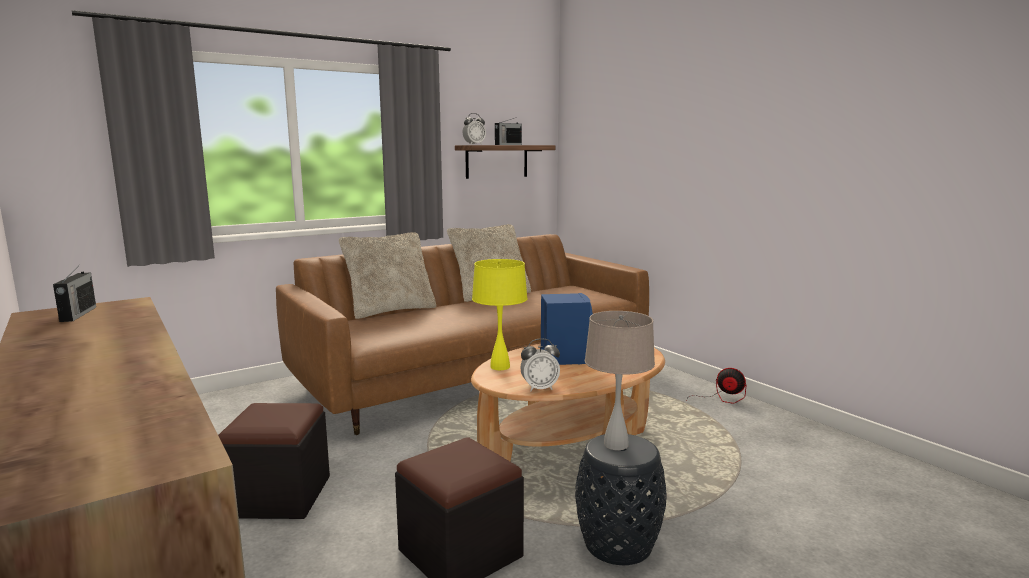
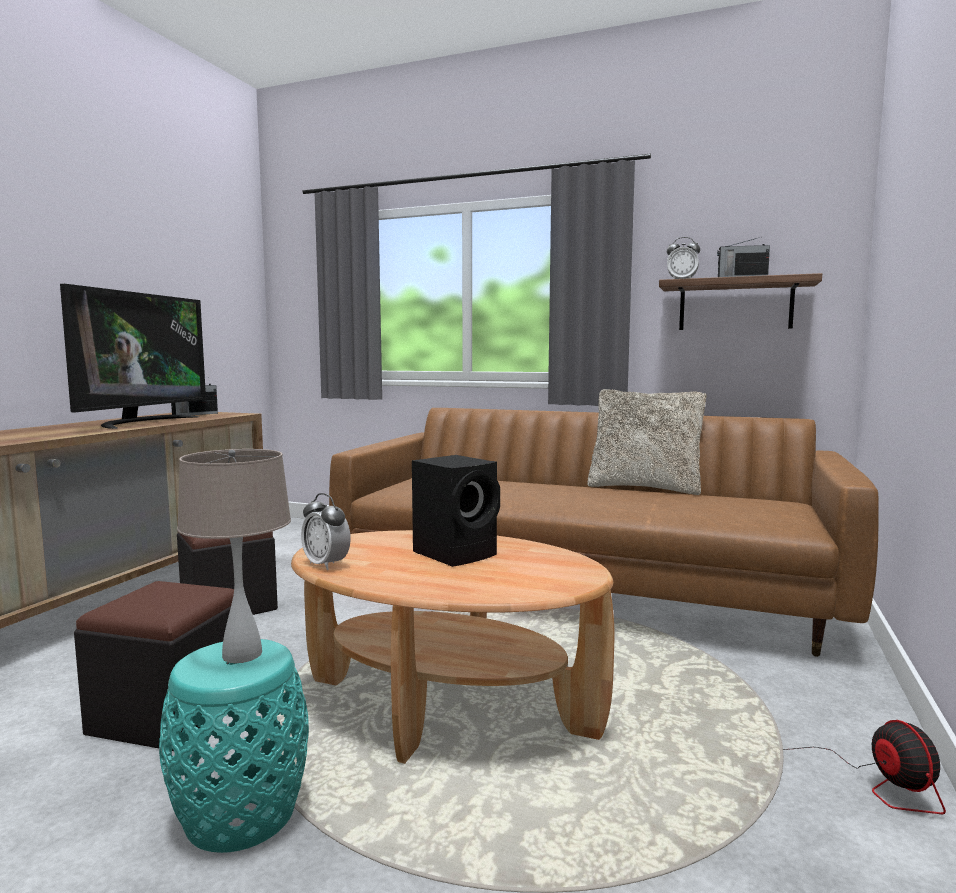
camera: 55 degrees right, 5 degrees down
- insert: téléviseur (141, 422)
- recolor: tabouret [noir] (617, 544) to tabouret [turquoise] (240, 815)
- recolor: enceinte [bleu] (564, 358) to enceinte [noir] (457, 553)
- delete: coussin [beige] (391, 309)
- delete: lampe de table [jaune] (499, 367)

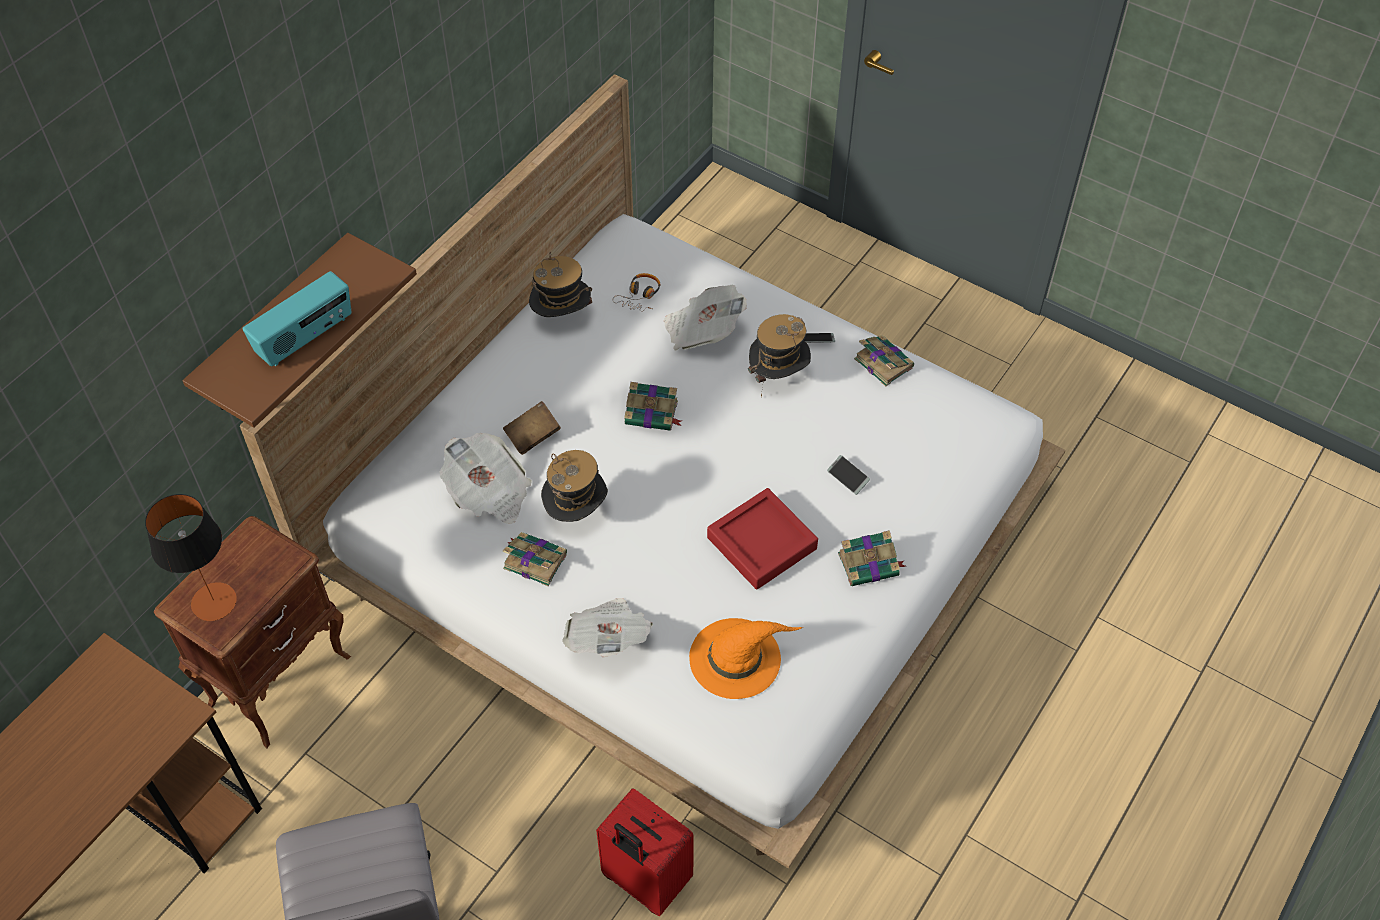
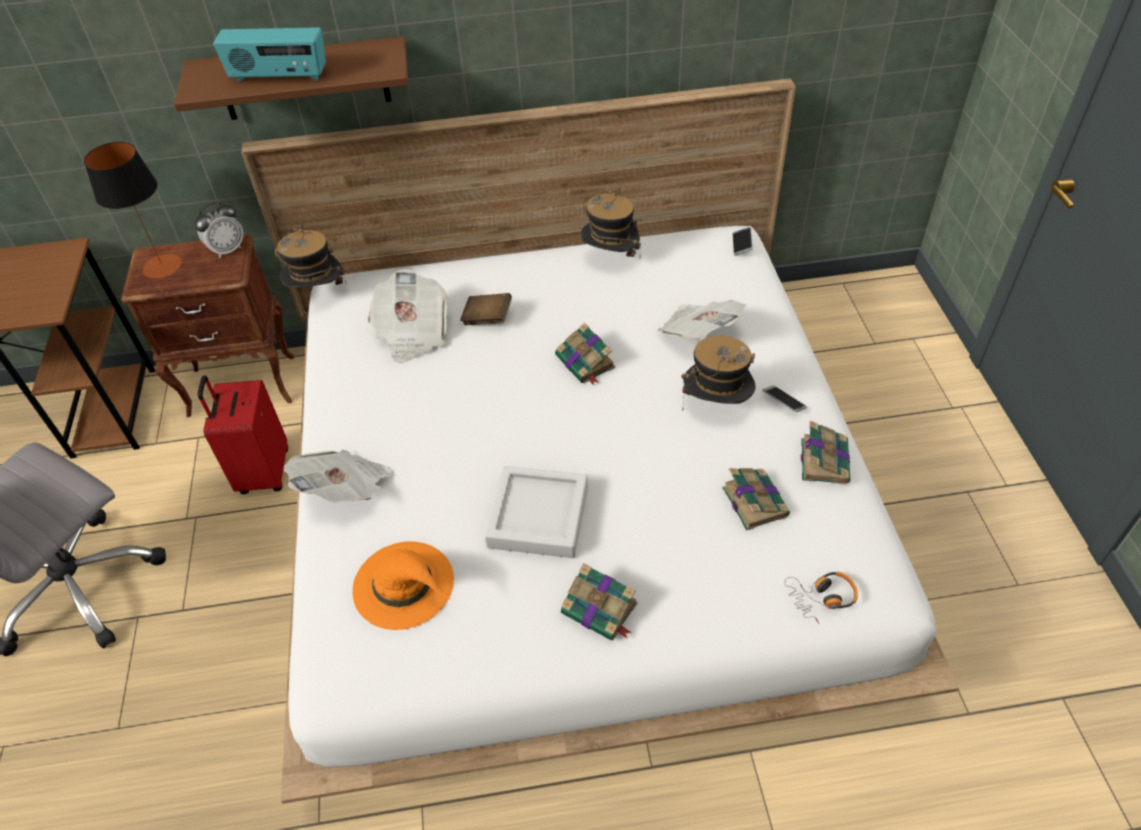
camera: 50 degrees right, 5 degrees down
- insert: réveil (227, 250)
- move: valise [rouge] (644, 880) to (263, 472)
- move: chapeau (576, 513) to (318, 295)
- recolor: plateau [rouge] (761, 543) to plateau [gris] (538, 517)
- move: livre (534, 560) to (754, 501)
- move: téléphone (848, 477) to (741, 244)
- move: casque audio (640, 296) to (822, 598)

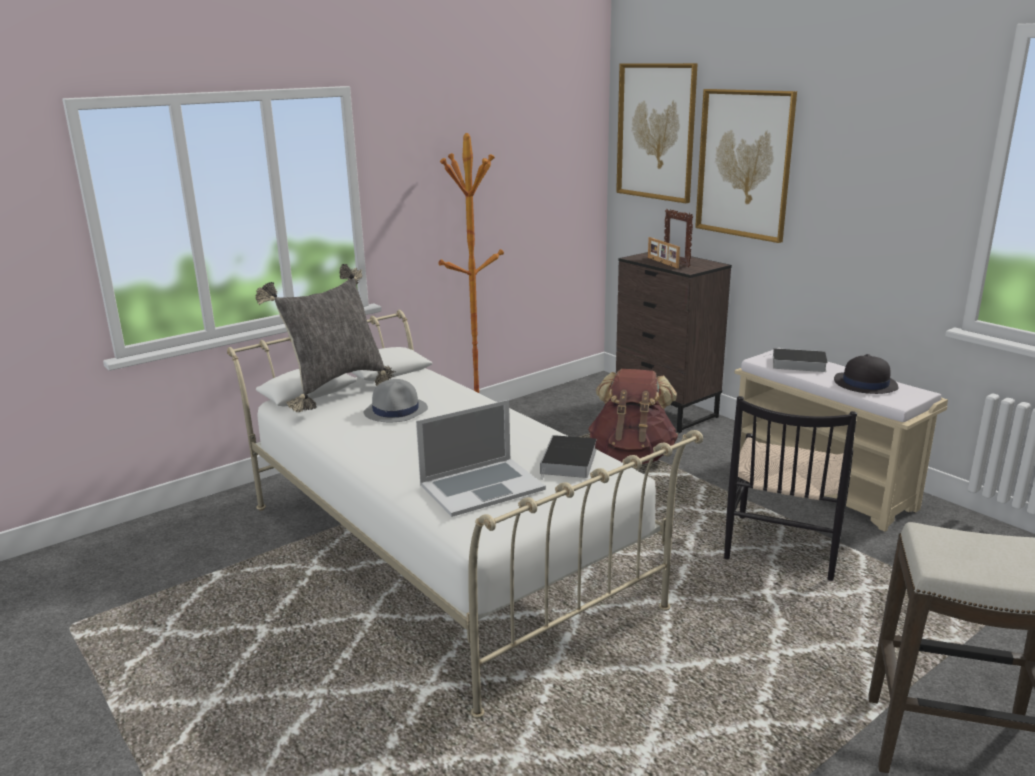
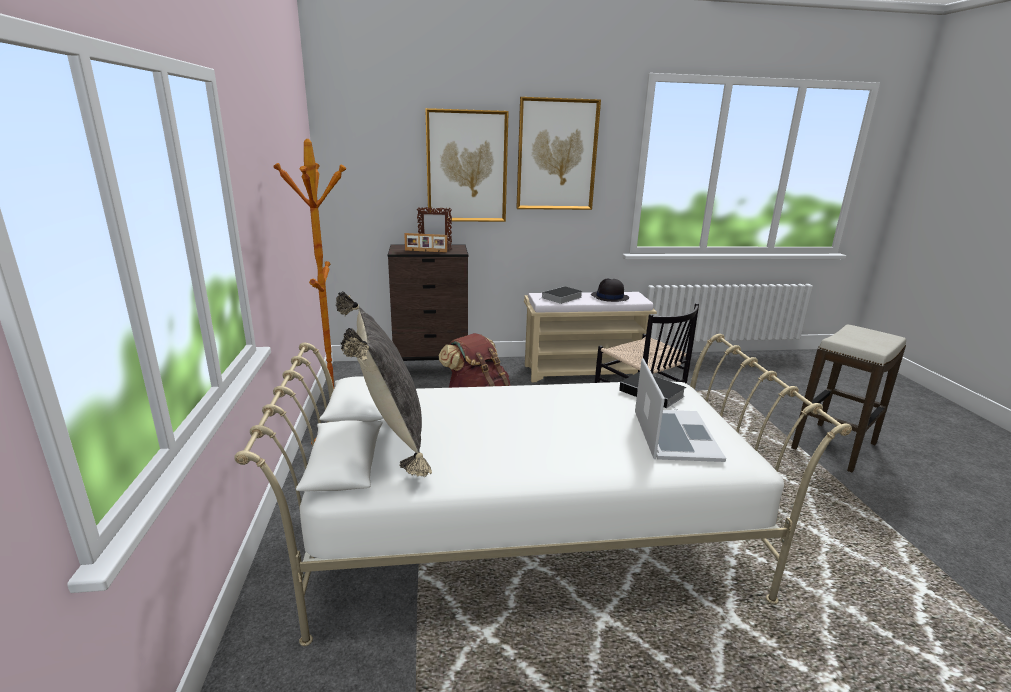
camera: 60 degrees left, 0 degrees up
- move: tableau (656, 132) to (556, 155)
- delete: chapeau [gris] (396, 411)

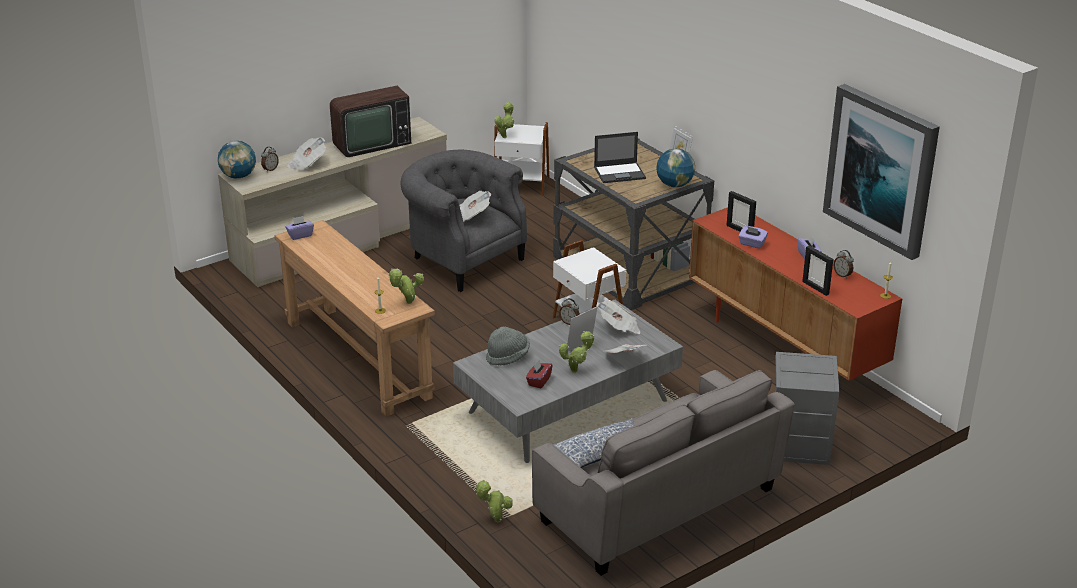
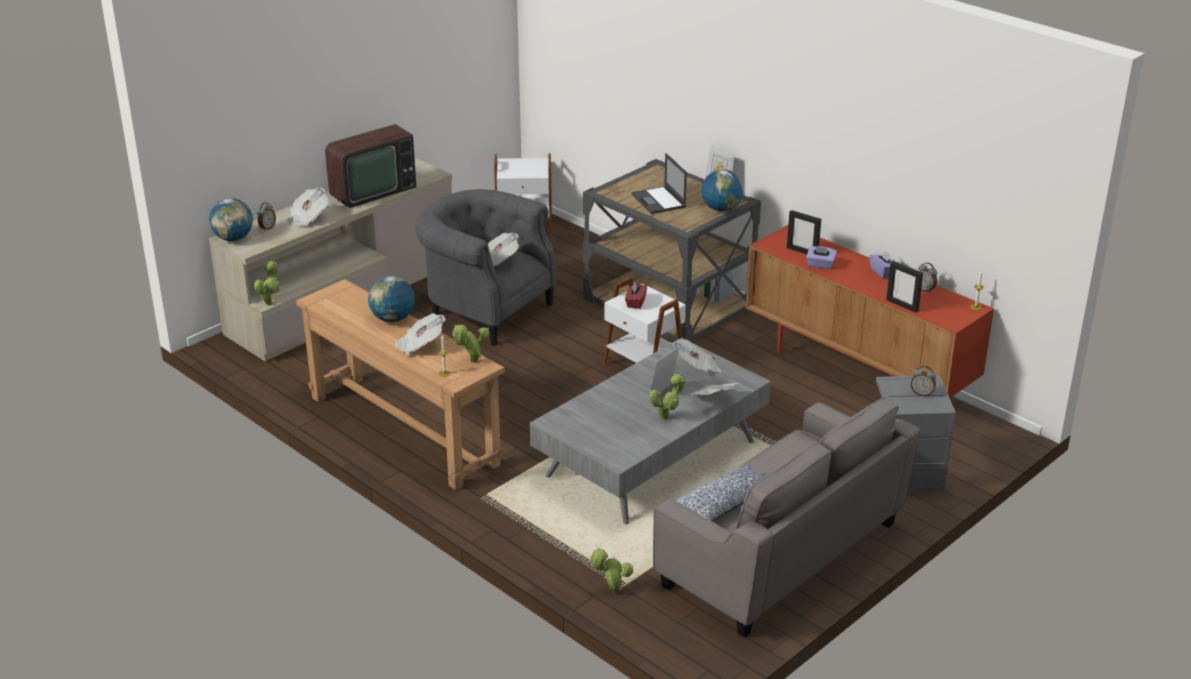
camera: 10 degrees left, 0 degrees up
- move: plante en pot (505, 136) to (270, 303)
- insert: globe (393, 319)
- insert: journal (420, 345)
- move: boîte à mouchoirs [rouge] (539, 381) to (635, 303)
- rotate: ordinateur portable (620, 173) = (659, 201) 90 degrees clockwise
- move: réveil (569, 323) to (922, 394)
- delete: boîte à mouchoirs [violet] (300, 235)
- delete: chapeau [gris] (508, 357)
- delete: tableau (881, 170)

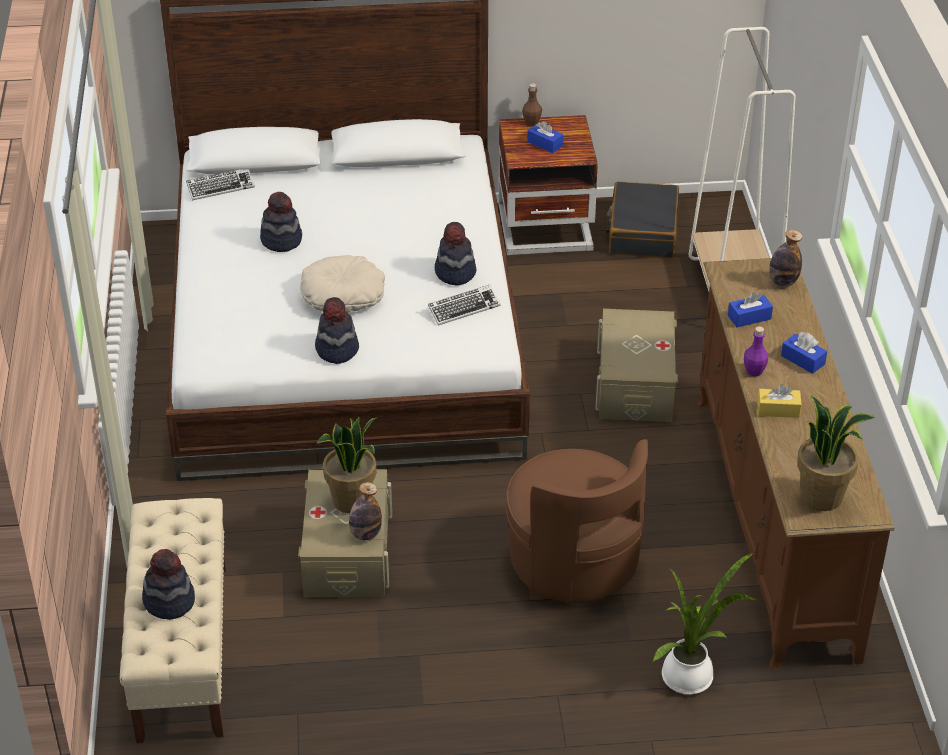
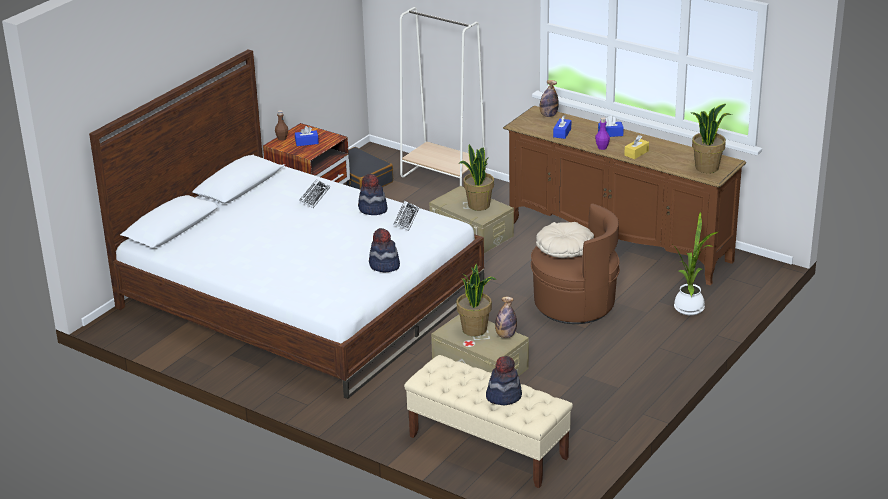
camera: 50 degrees left, 10 degrees down
- move: clavier (220, 187) to (314, 196)
- insert: plante en pot (478, 205)
- move: coussin [beige] (343, 294) to (563, 248)
- delete: chapeau (281, 240)

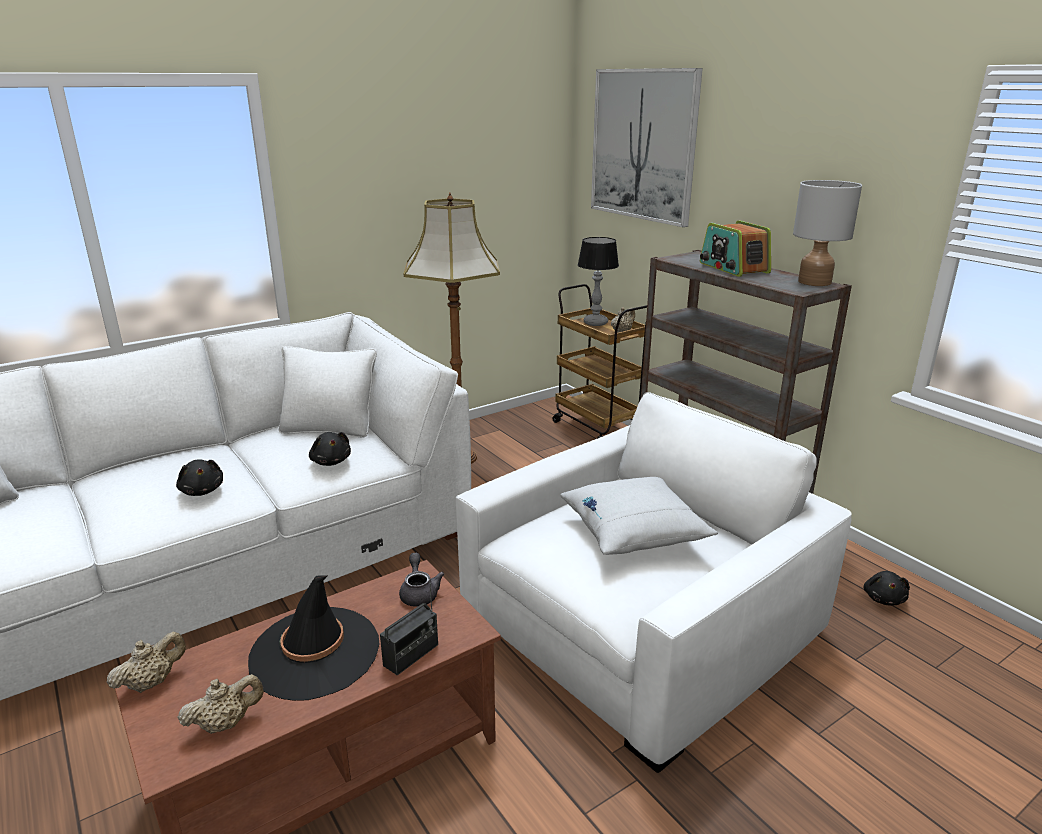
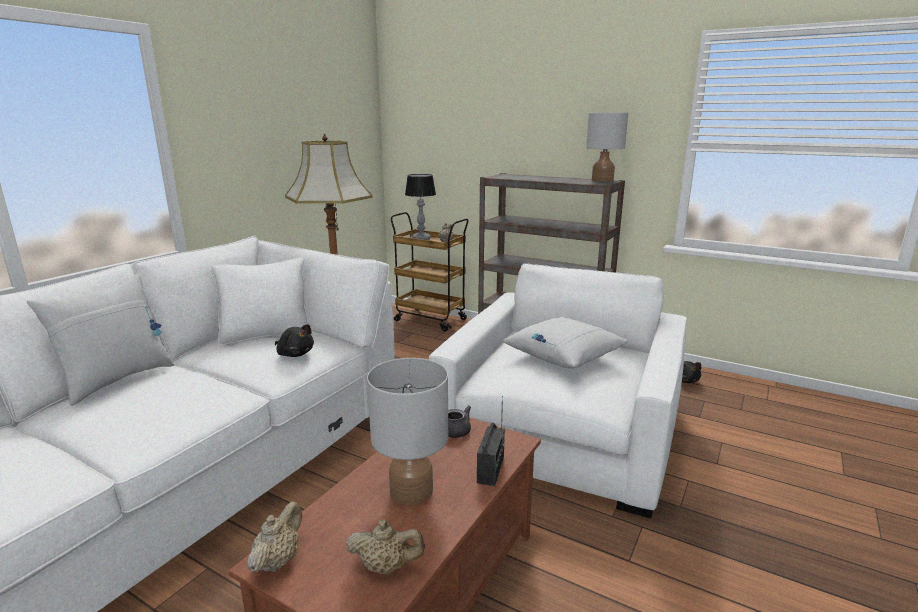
camera: 25 degrees left, 5 degrees down
- insert: coussin [gris] (117, 381)
- rotate: théière [beige] (226, 723) = (386, 566) 60 degrees clockwise
- replace: chapeau [noir] (315, 652) to lampe de table [gris] (410, 491)
- delete: peluche [noir] (202, 490)
- delete: tableau (643, 145)
- delete: radio (733, 268)

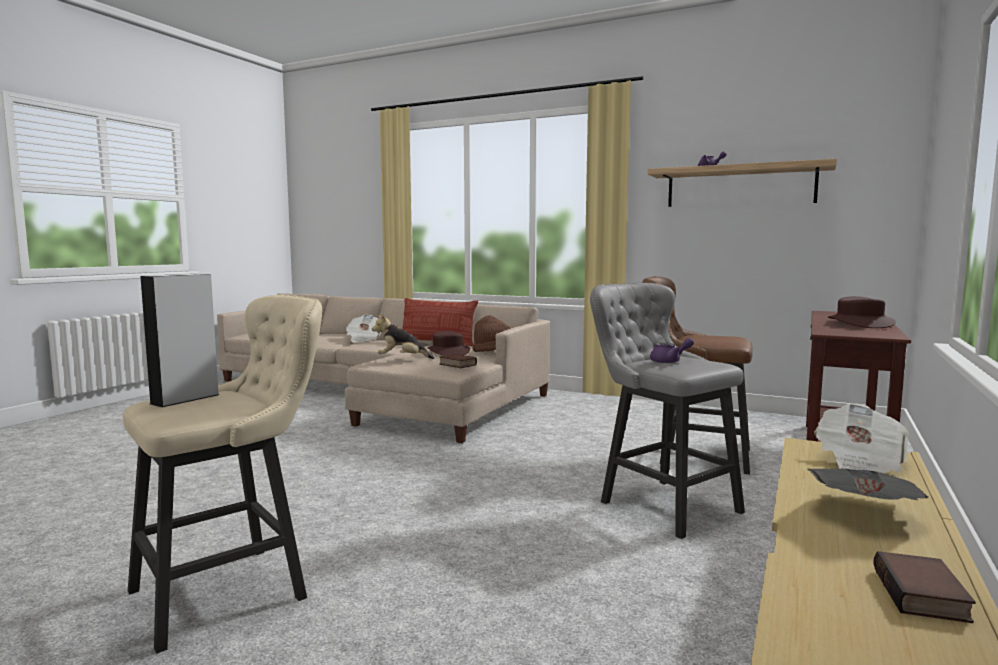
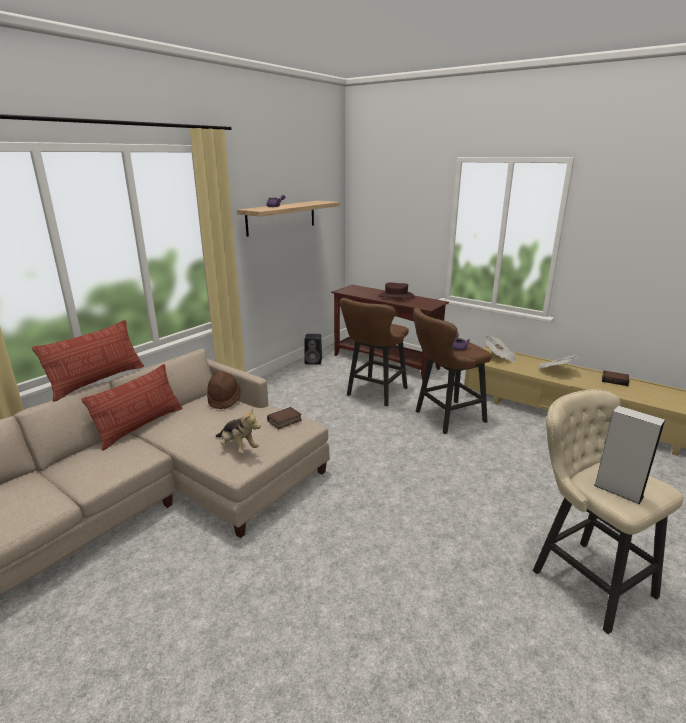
camera: 80 degrees left, 15 degrees up
- insert: coussin (98, 381)
- rotate: peluche (402, 359) = (238, 447) 60 degrees counterclockwise
- insert: enceinte [noir] (314, 361)
- recolor: tabouret [gris] (658, 501) to tabouret [marron] (443, 418)
- delete: journal (364, 339)
- delete: chapeau [marron] (448, 352)

